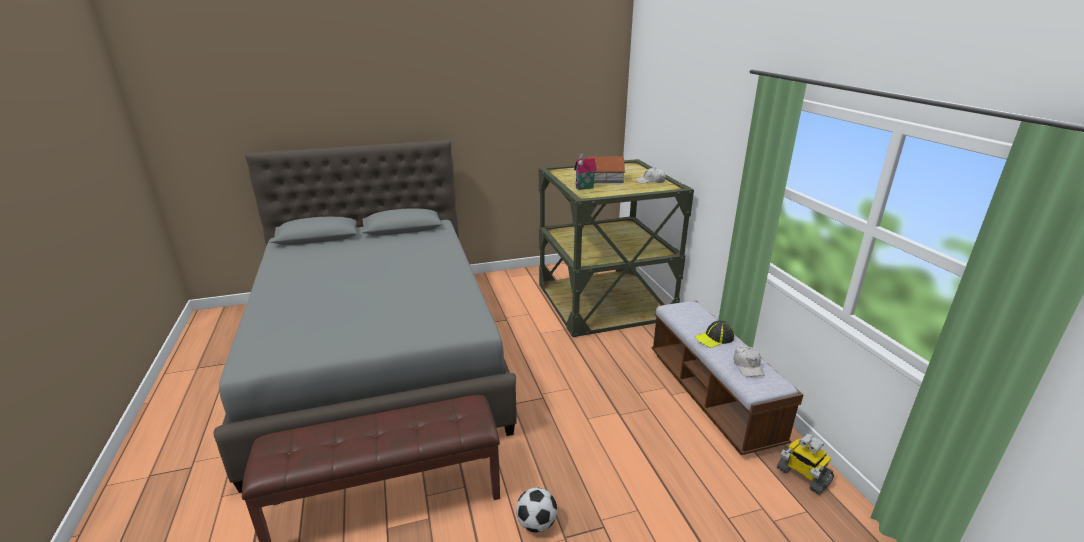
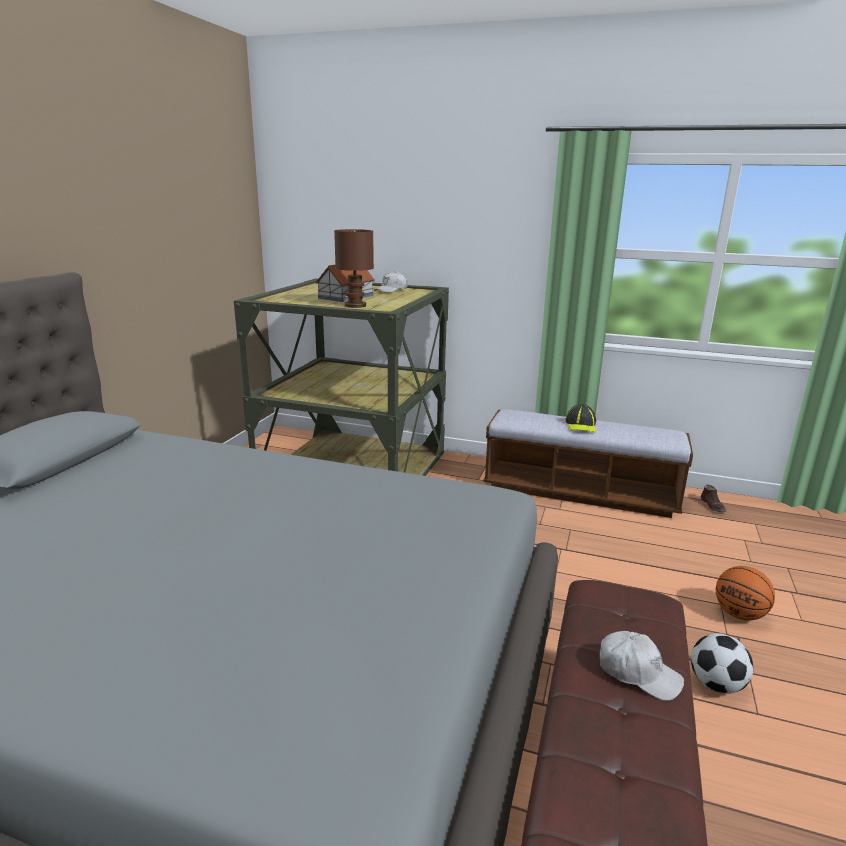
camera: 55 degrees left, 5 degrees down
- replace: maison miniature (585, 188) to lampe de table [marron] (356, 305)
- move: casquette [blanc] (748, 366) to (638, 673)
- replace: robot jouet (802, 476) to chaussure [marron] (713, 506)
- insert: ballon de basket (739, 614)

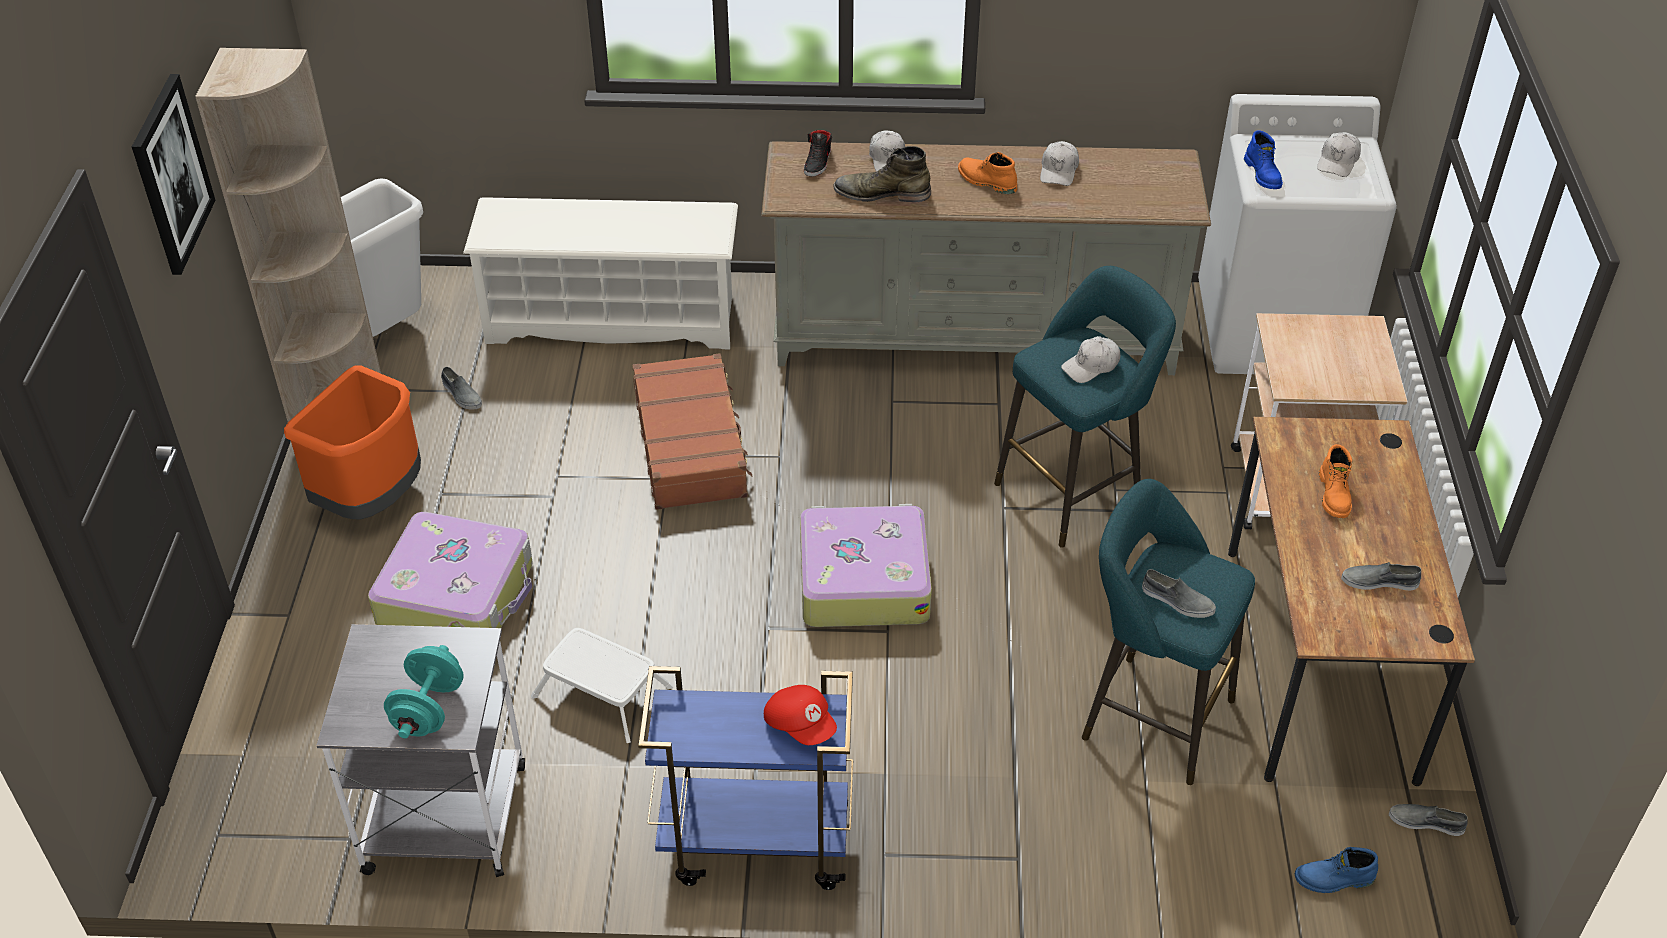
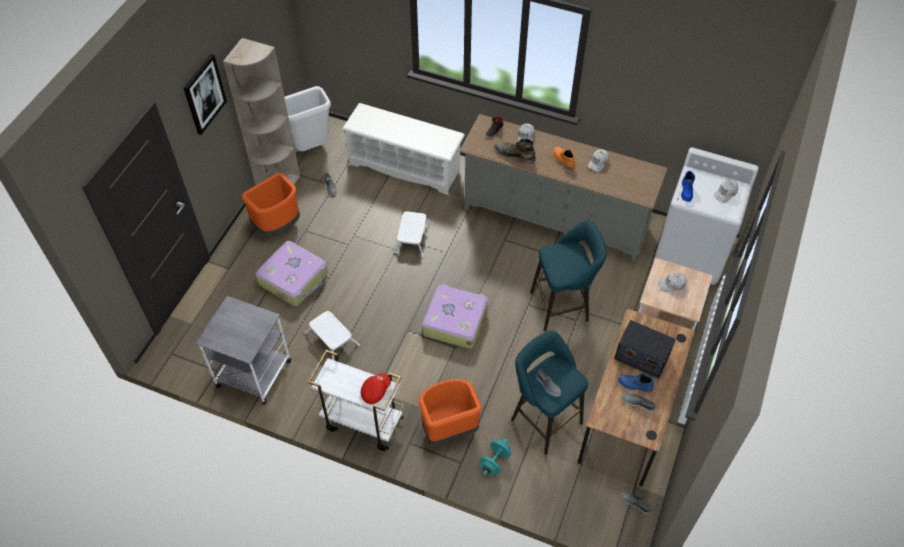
camera: 20 degrees right, 10 degrees up
- recolor: chariot [bleu] (753, 847) to chariot [blanc] (361, 423)
- rotate: casquette [rouge] (801, 724) = (375, 391) 120 degrees counterclockwise
- replace: valise [marron] (691, 445) to escabeau [blanc] (412, 237)
- insert: poubelle [orange] (448, 428)
- move: haltère [turquoise] (428, 709) to (494, 461)
- replace: botte [orange] (1334, 495) to radio (641, 356)
- move: botte [bleu] (1334, 880) to (634, 385)
- move: casquette [blanc] (1091, 366) to (671, 284)

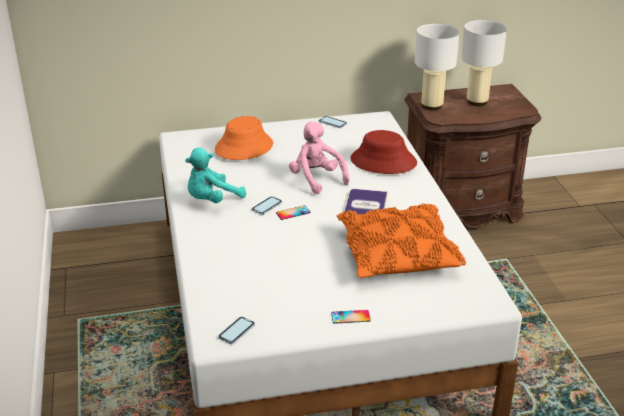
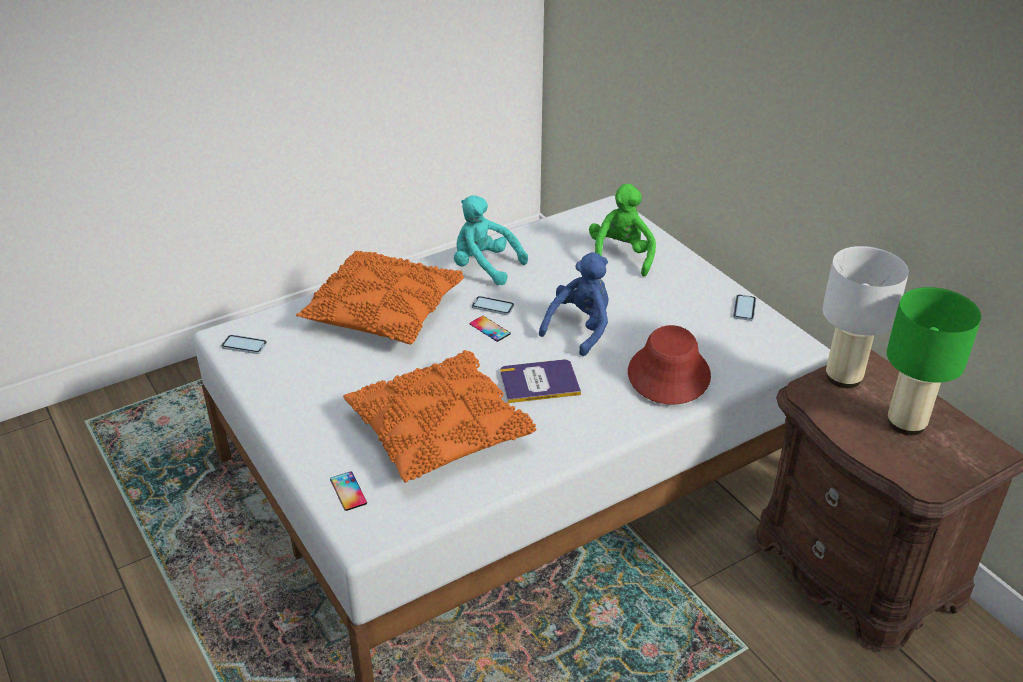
camera: 70 degrees right, 5 degrees up
- insert: coussin [orange] (383, 312)
- move: téléphone (350, 317) to (348, 491)
- recolor: peluche [rose] (316, 179) to peluche [bleu] (580, 329)
- replace: chapeau [orange] (243, 147) to peluche [vert] (620, 257)
- recolor: lampe de table [blanc] (476, 101) to lampe de table [vert] (905, 422)

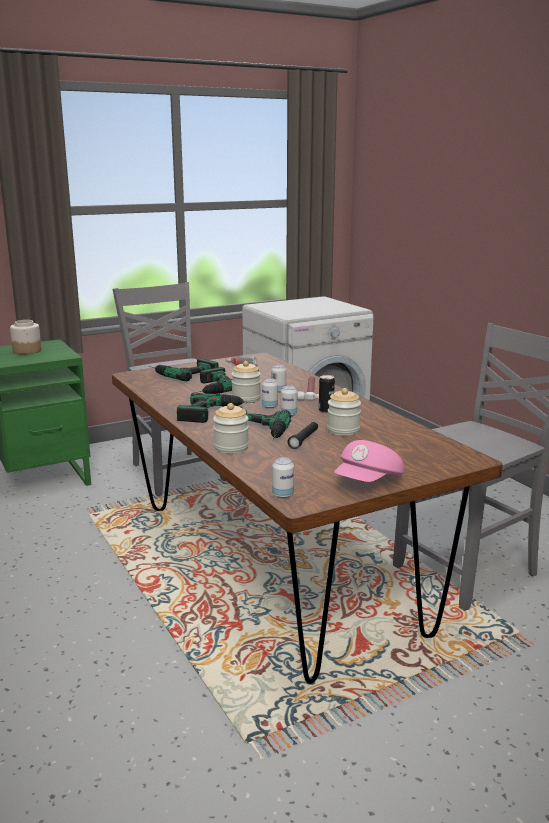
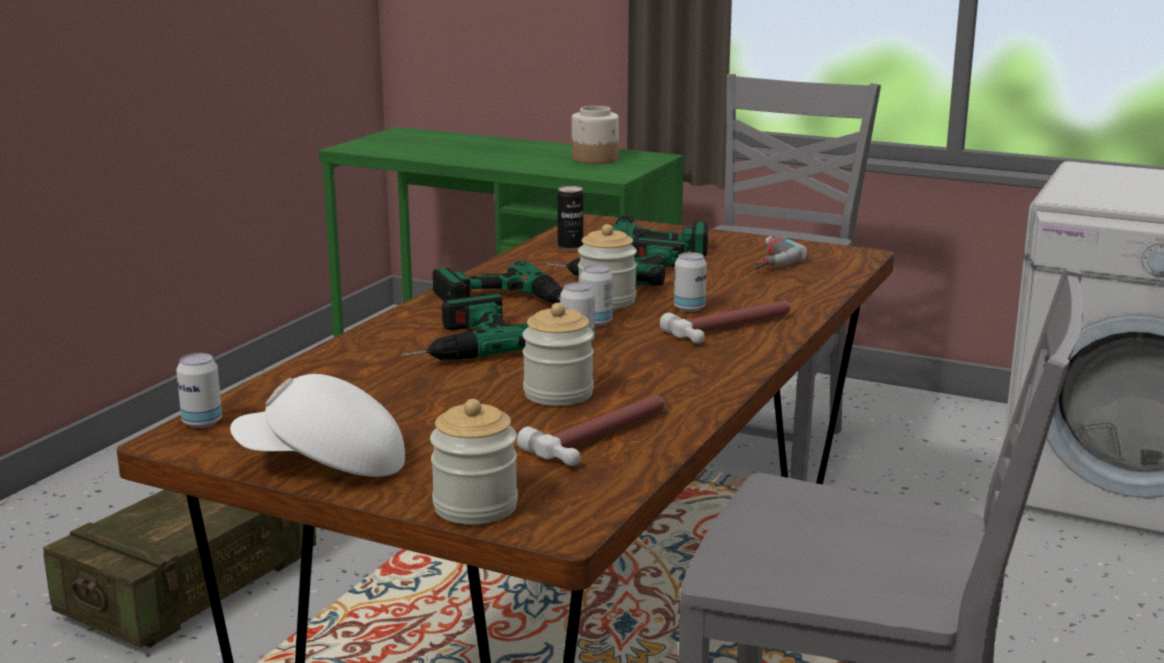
camera: 55 degrees right, 0 degrees up
- insert: caisse (191, 586)
- recolor: casquette [rose] (369, 482) to casquette [blanc] (323, 466)
- move: bocal (231, 448) to (475, 507)
- insert: marteau (605, 436)
- move: boîte métallique (326, 410) to (570, 246)
- delete: lampe de poche [noir] (304, 440)

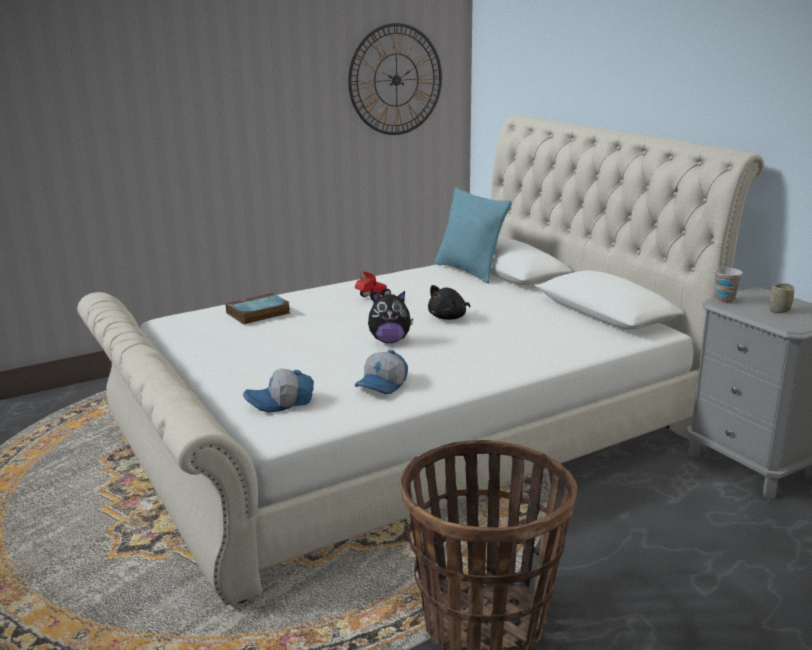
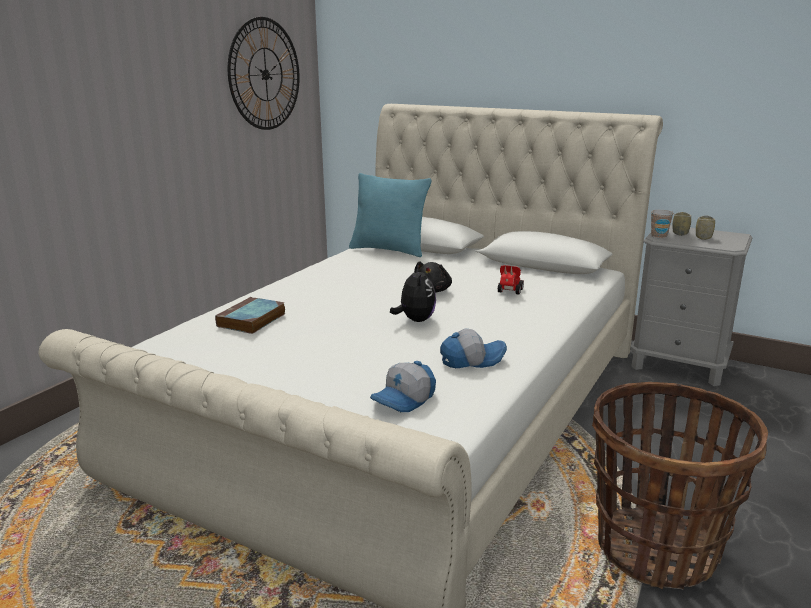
camera: 30 degrees left, 0 degrees up
- rotate: peluche (389, 341) = (415, 320) 60 degrees counterclockwise
- rotate: casquette (383, 385) = (472, 359) 105 degrees counterclockwise
- move: petite voiture (371, 298) to (509, 292)
- insert: tasse (680, 233)

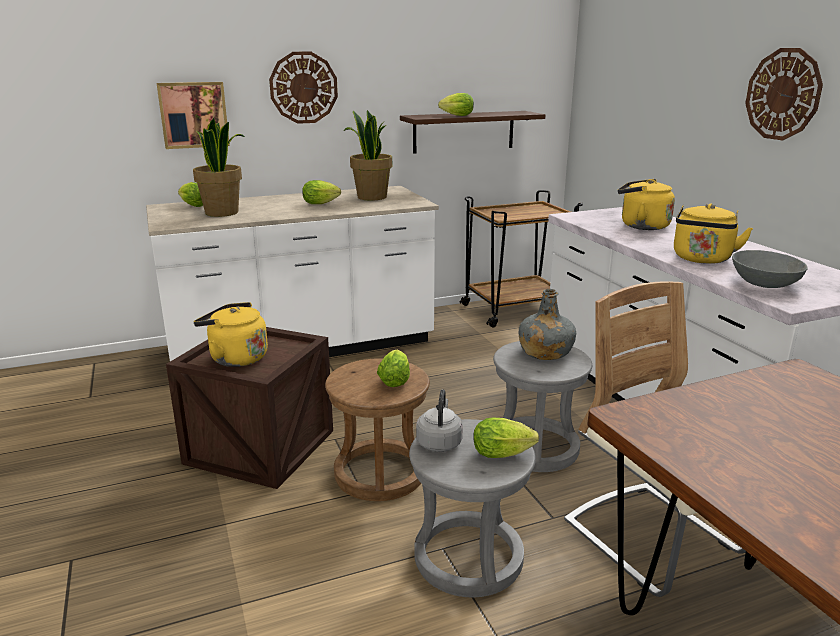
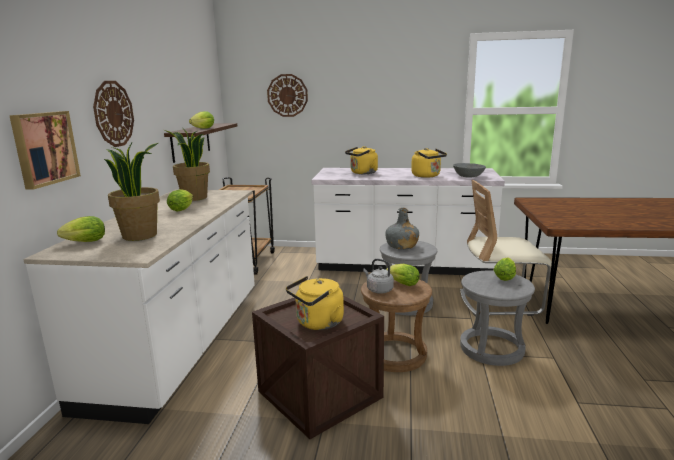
camera: 60 degrees left, 5 degrees down
- move: horloge murale (783, 94) to (287, 95)
- move: bouilloire [gris] (439, 442) to (378, 290)

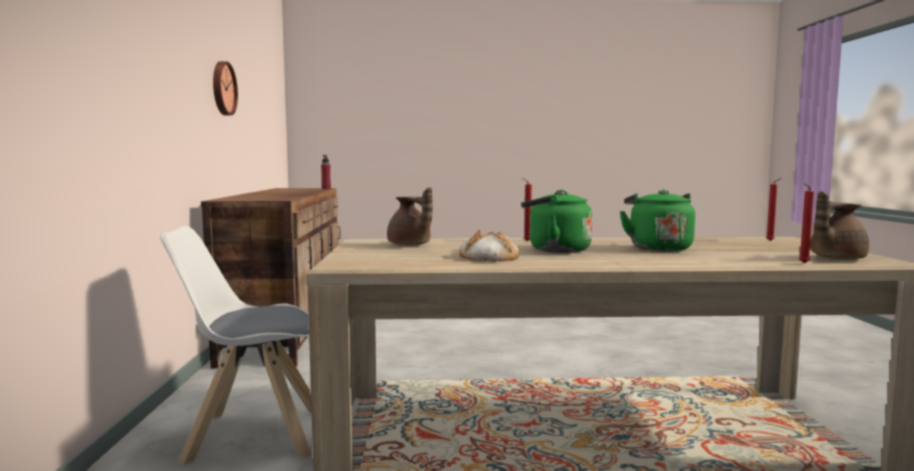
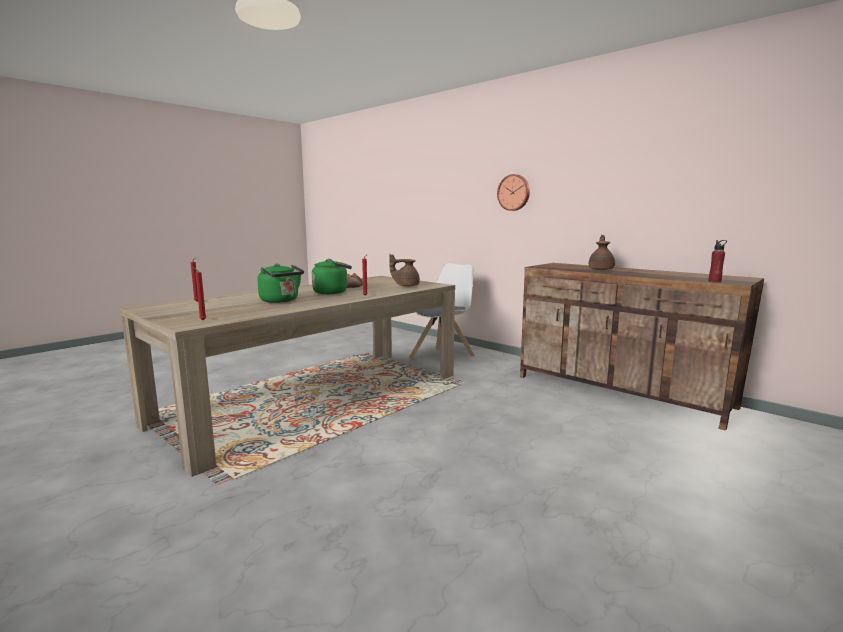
camera: 135 degrees right, 5 degrees up
- move: horloge murale (222, 88) to (514, 192)
- move: théière [marron] (835, 258) to (601, 269)

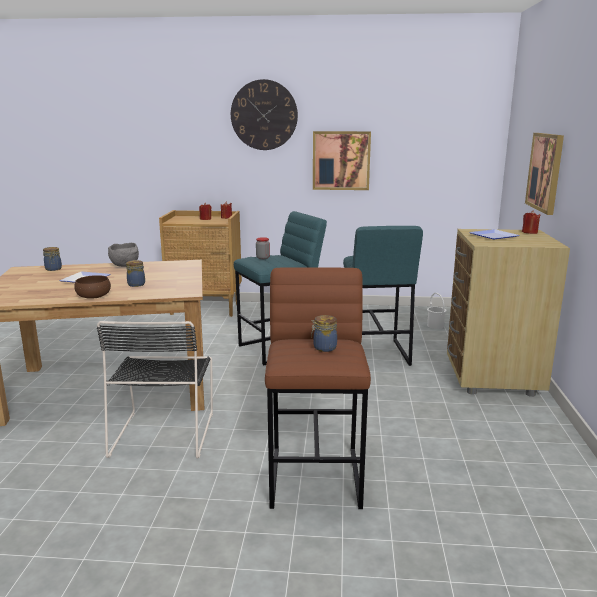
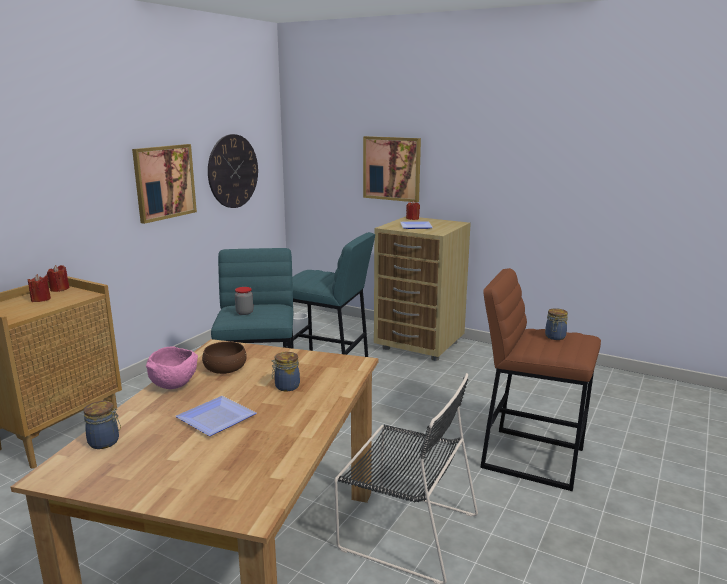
camera: 65 degrees left, 0 degrees up
- recolor: bol [gris] (125, 266) to bol [rose] (174, 385)
- move: bol [marron] (93, 296) to (225, 369)
- move: horloge murale (264, 115) to (233, 171)

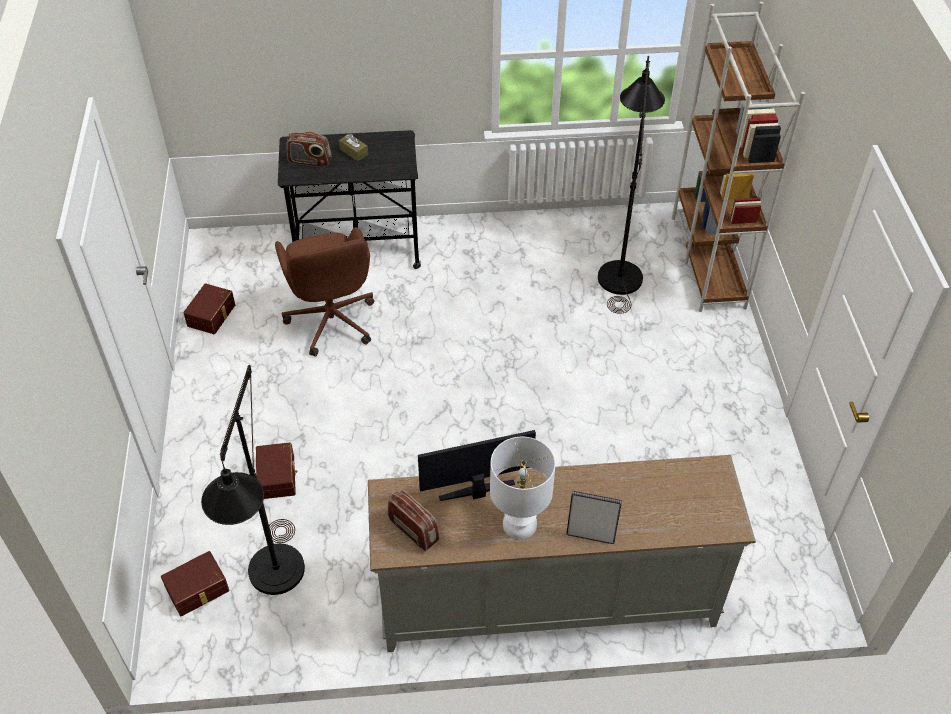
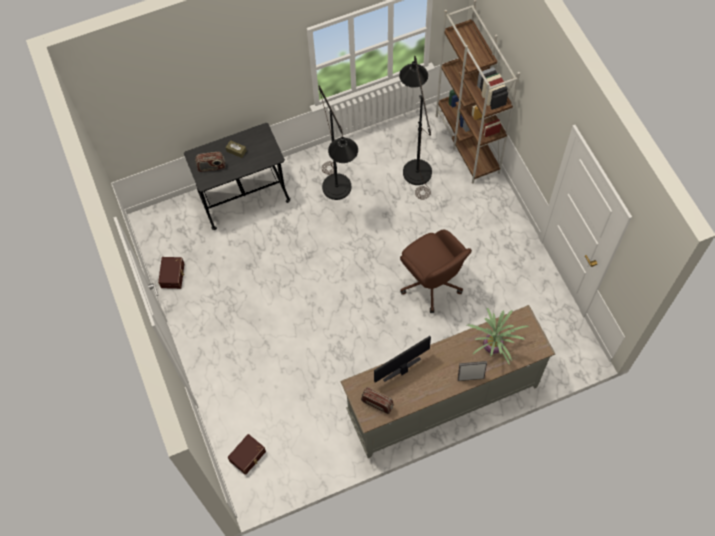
camera: 15 degrees left, 15 degrees up
- move: lampadaire [noir] (275, 584) to (339, 194)
- move: chaise de bureau [marron] (331, 322) to (430, 284)
- insert: plante en pot (493, 346)
- delete: boîte de rangement [marron] (278, 476)
- delete: lampe de table [blanc] (519, 525)

